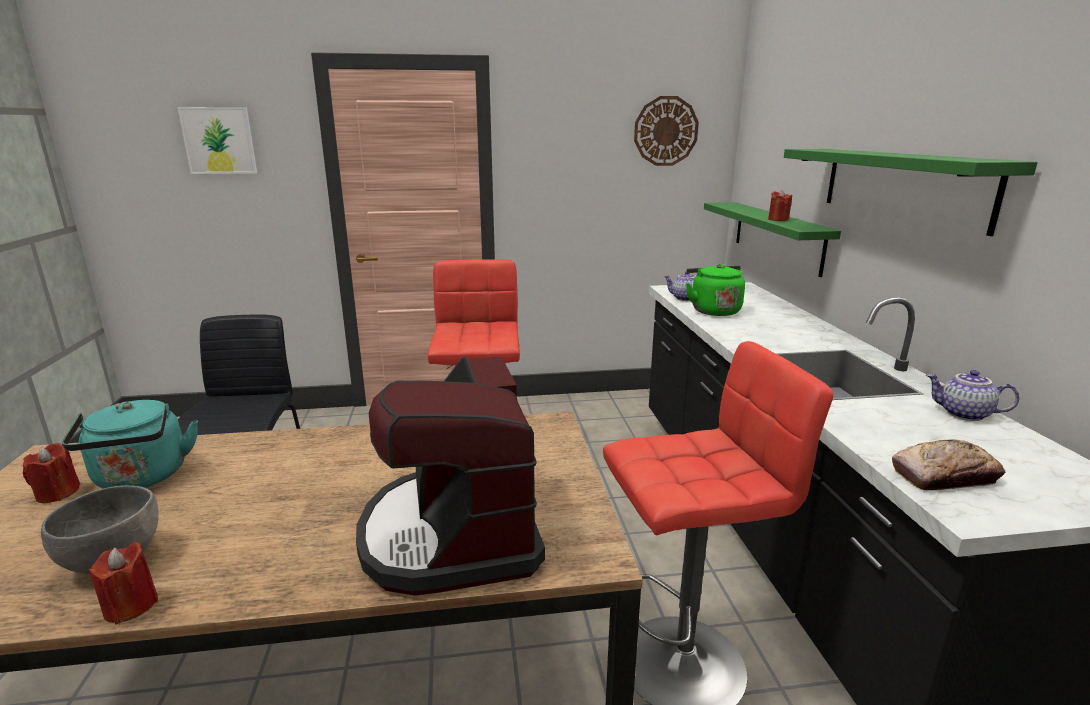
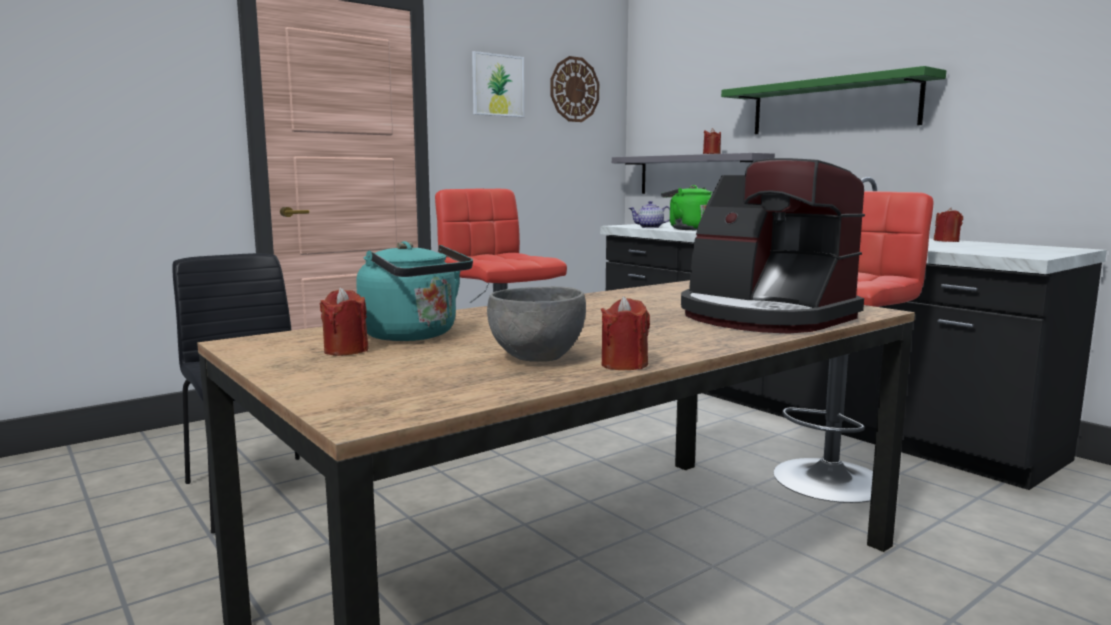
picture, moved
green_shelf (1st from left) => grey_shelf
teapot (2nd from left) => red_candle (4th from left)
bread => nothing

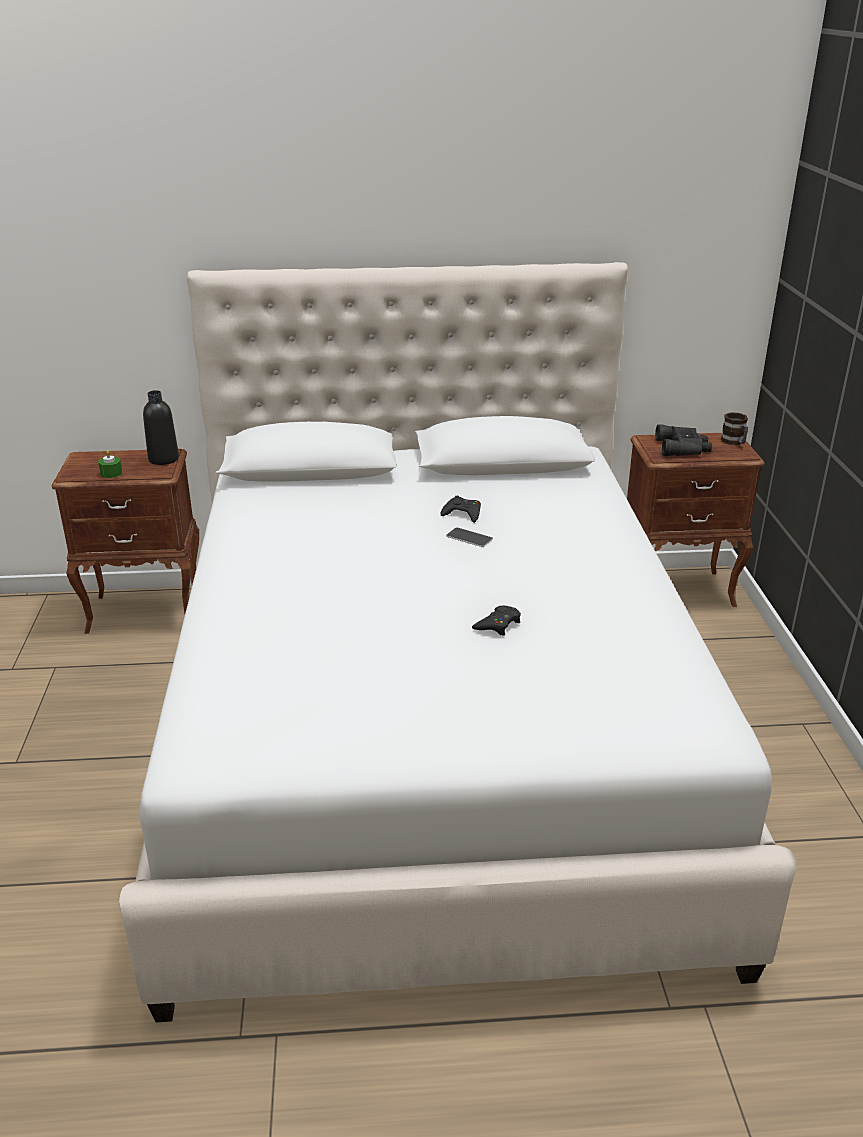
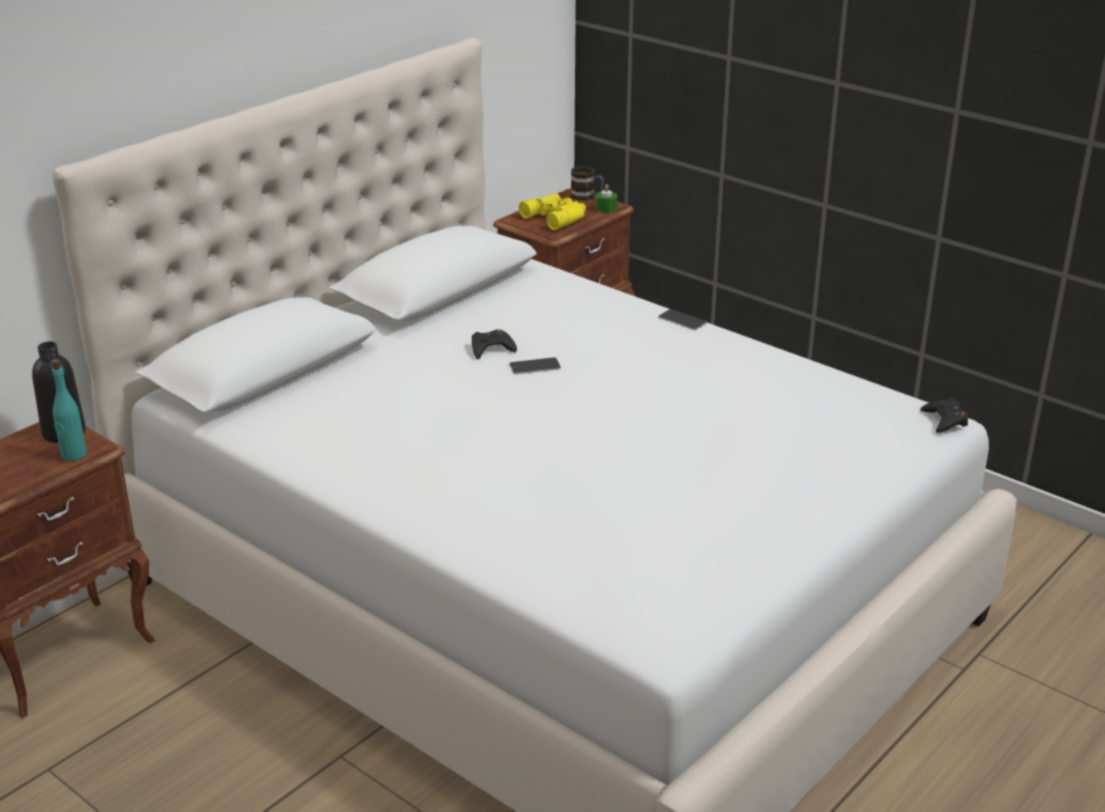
nothing => turquoise_bottle
black_binoculars => yellow_binoculars
green_candle, moved
nothing => phone (2nd from left)
black_game_controller (2nd from left), moved

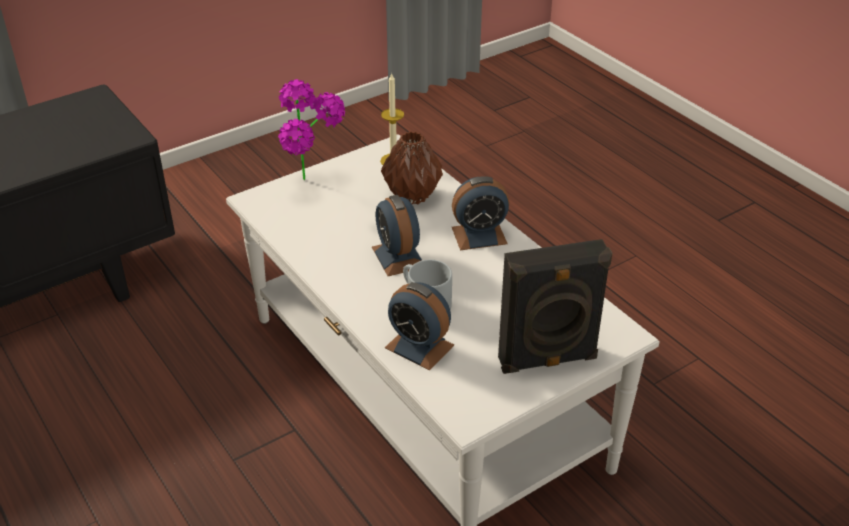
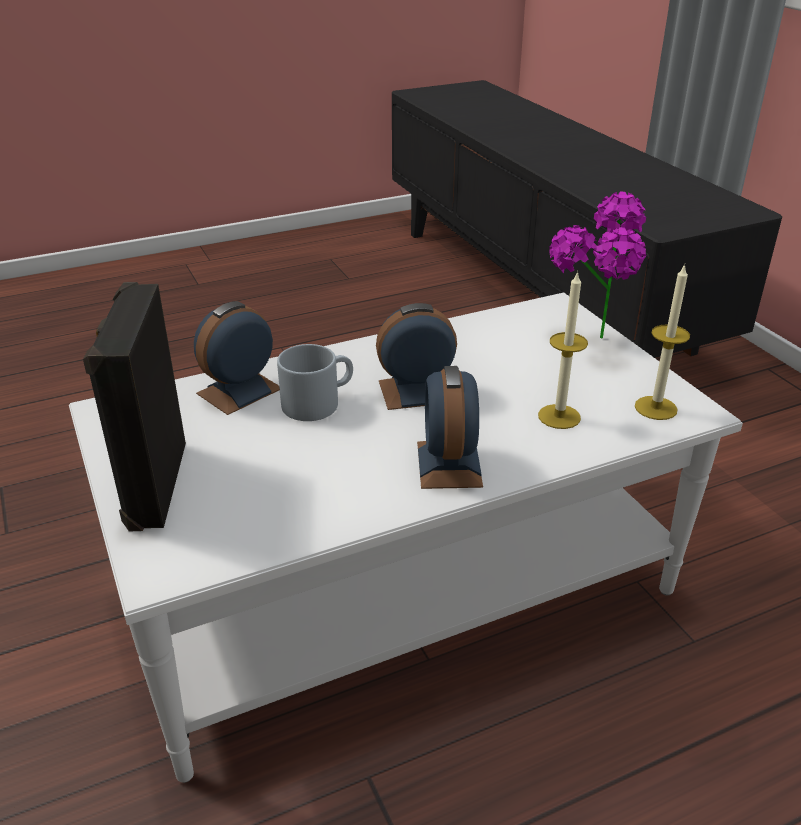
brown_vase => candle (1st from left)

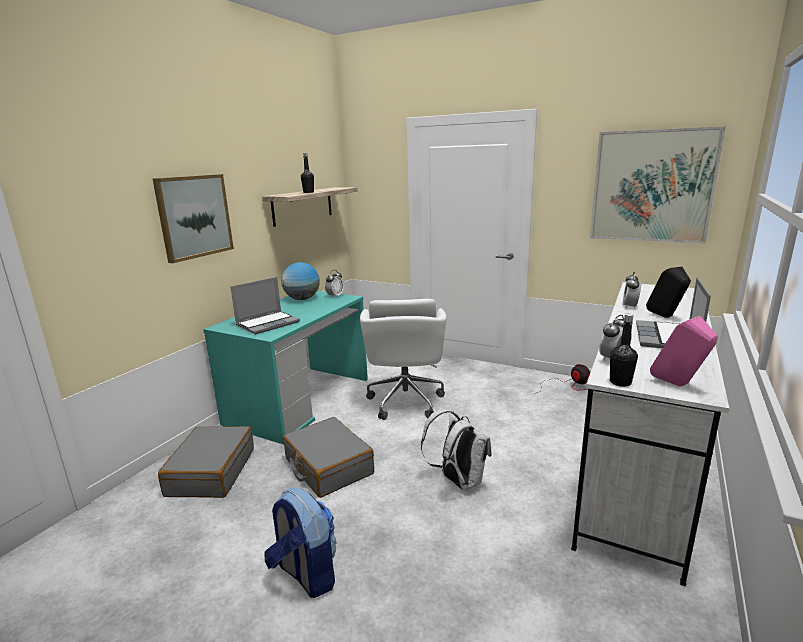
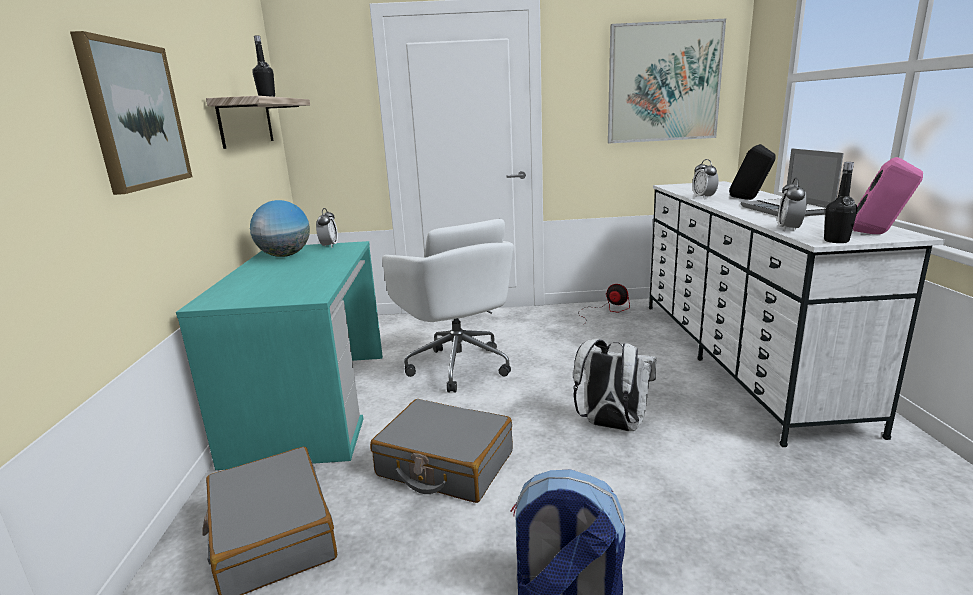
laptop (1st from left) => nothing

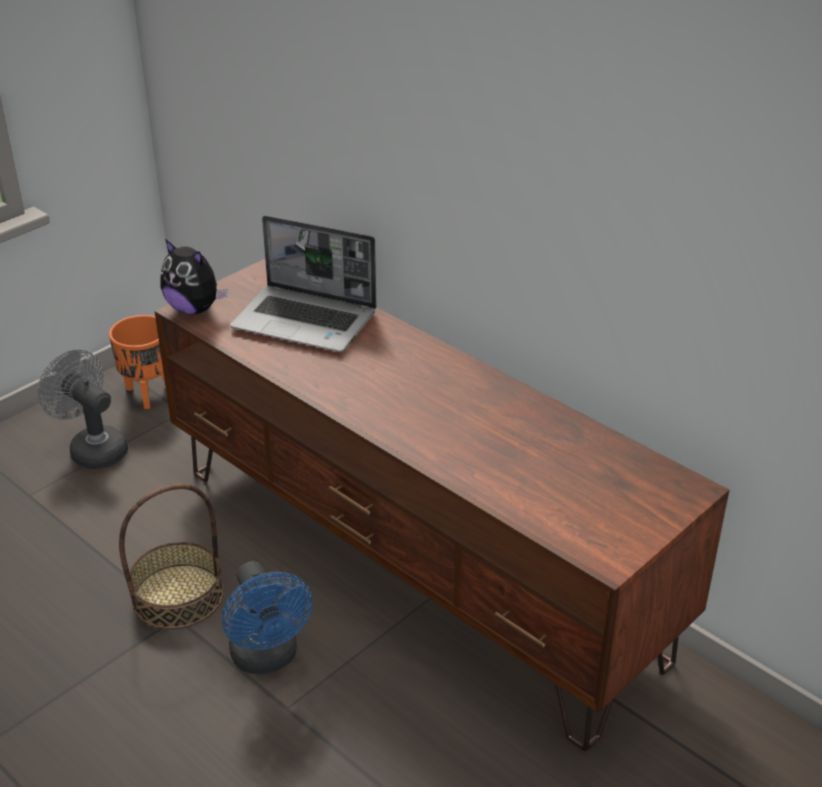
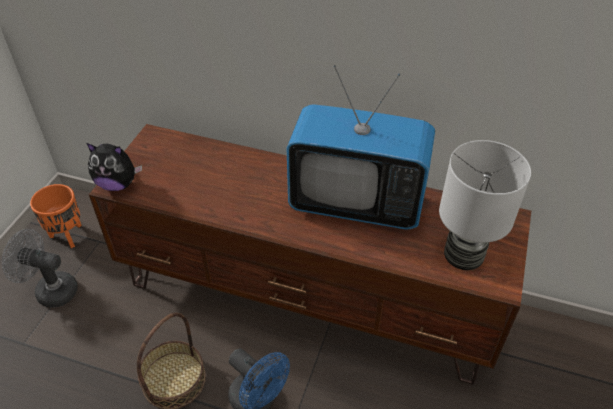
nothing => television
nothing => grey_table_lamp
laptop => nothing

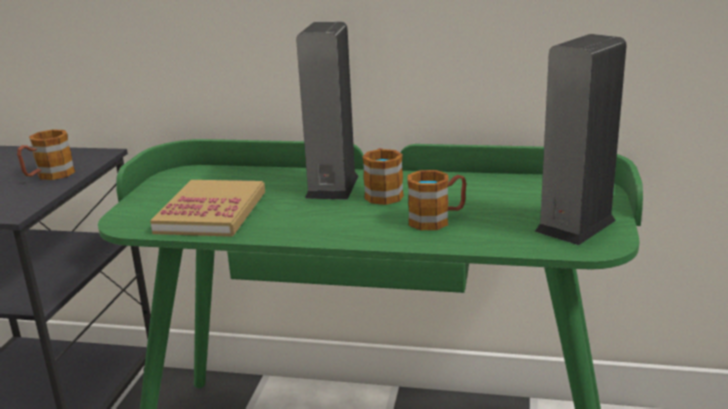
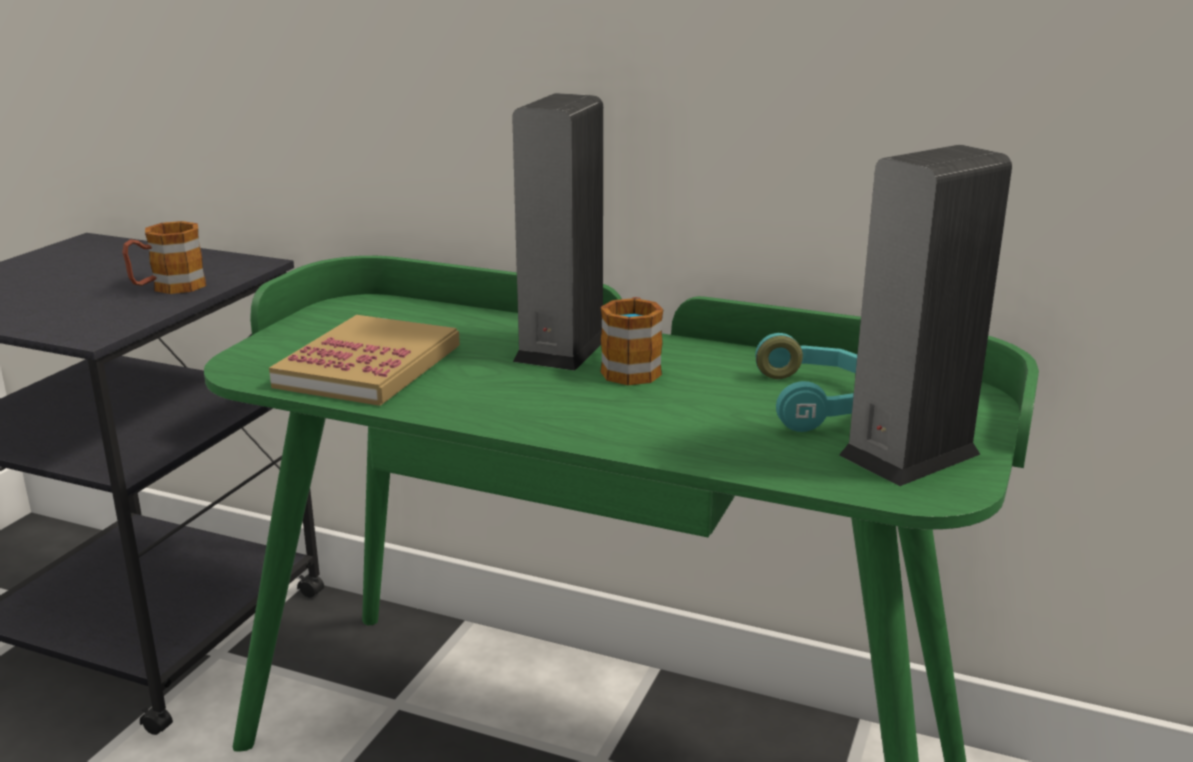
nothing => turquoise_headphones
mug (3rd from left) => nothing

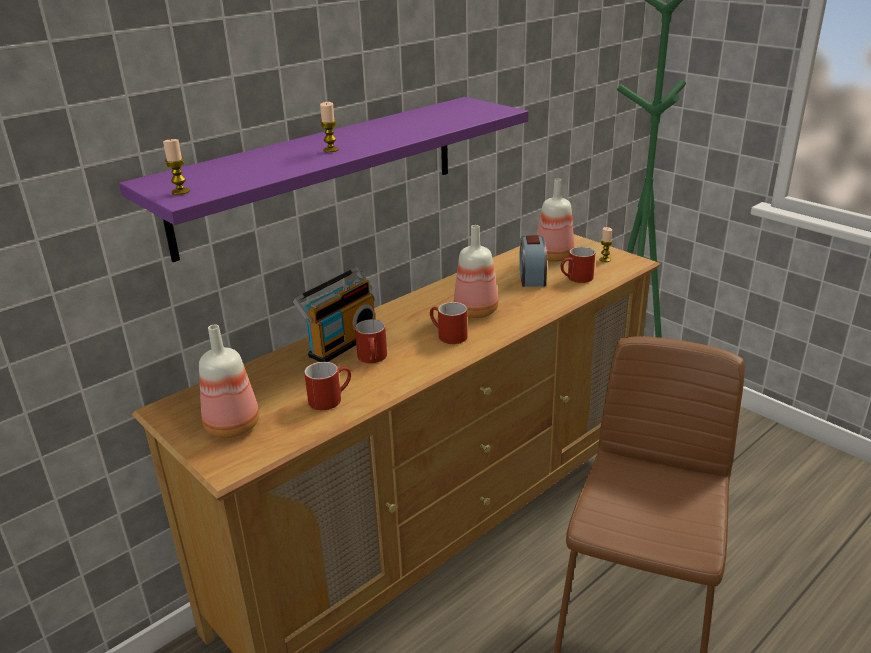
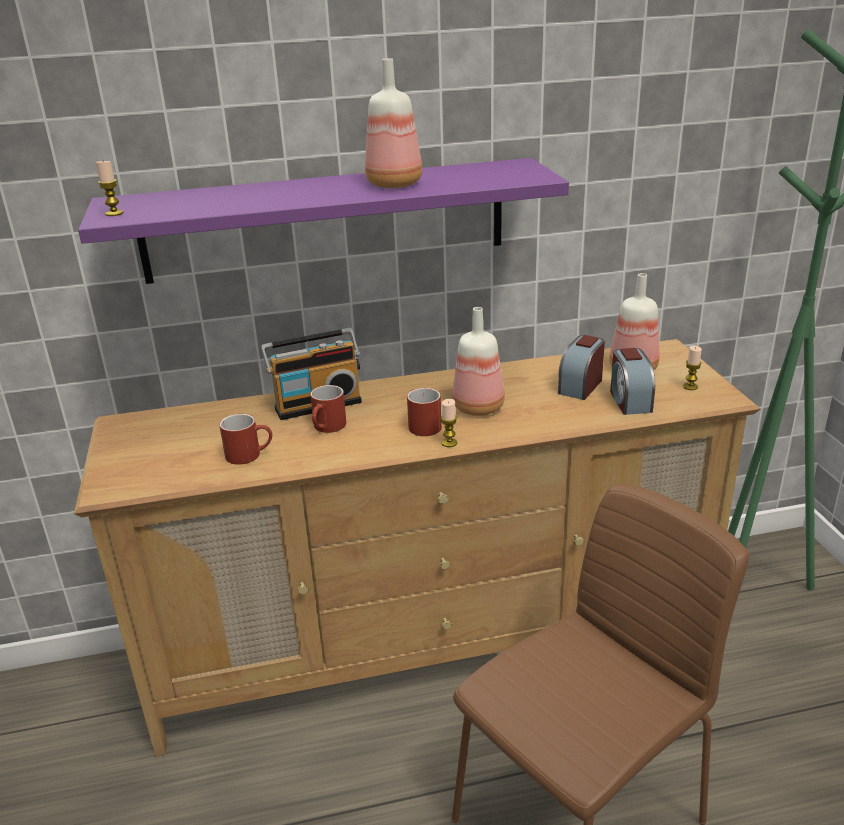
bottle (1st from left), moved
candle (2nd from left), moved
red_mug (4th from left) => alarm_clock (2nd from left)

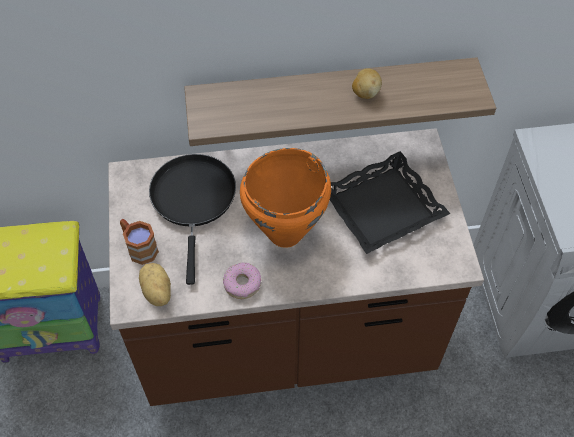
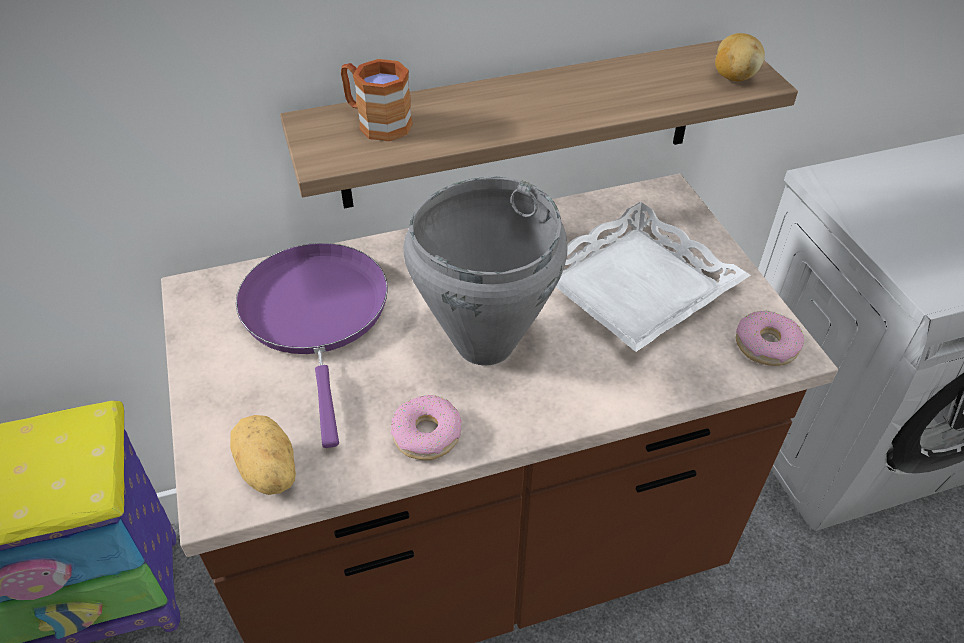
black_frying_pan => purple_frying_pan
brown_mug, moved
orange_cooking_pot => grey_cooking_pot
black_tray => white_tray
potato (2nd from left), moved
nothing => donut (2nd from left)

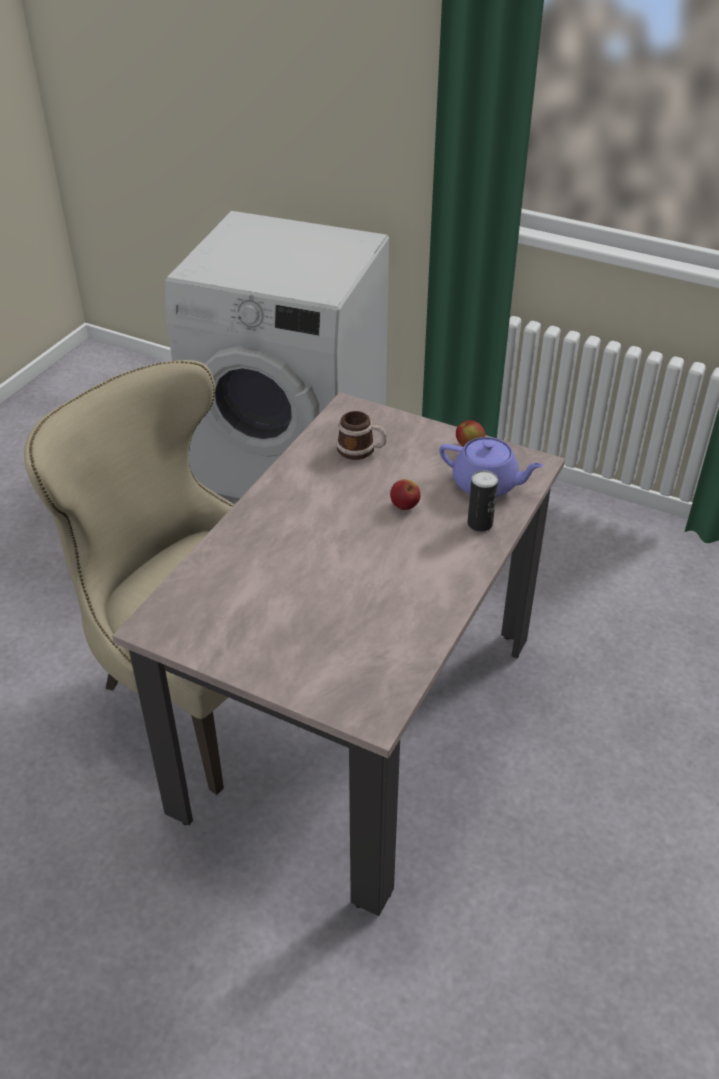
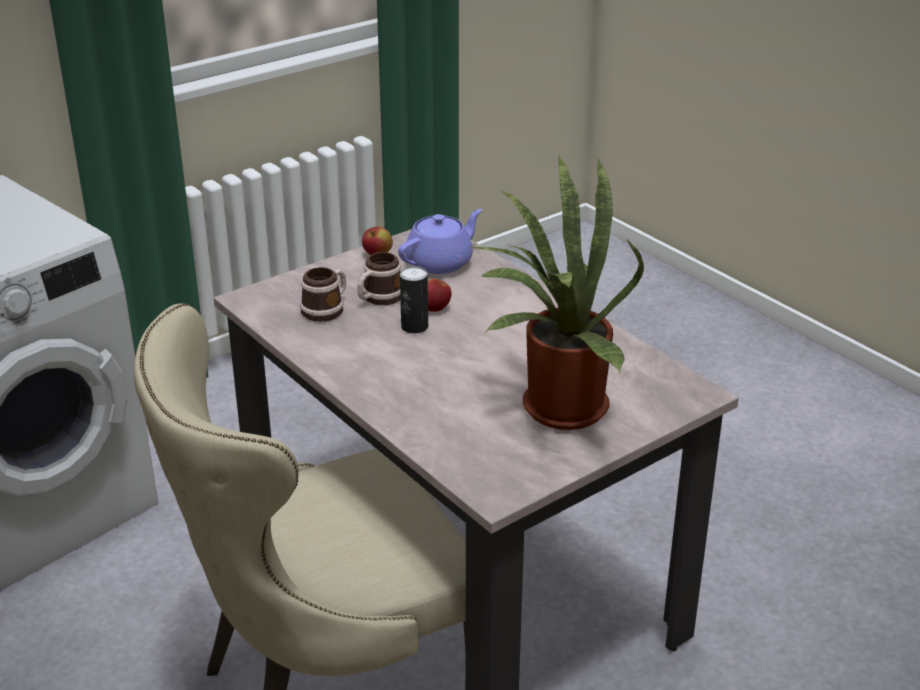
nothing => mug (2nd from left)
can, moved
nothing => potted_plant

